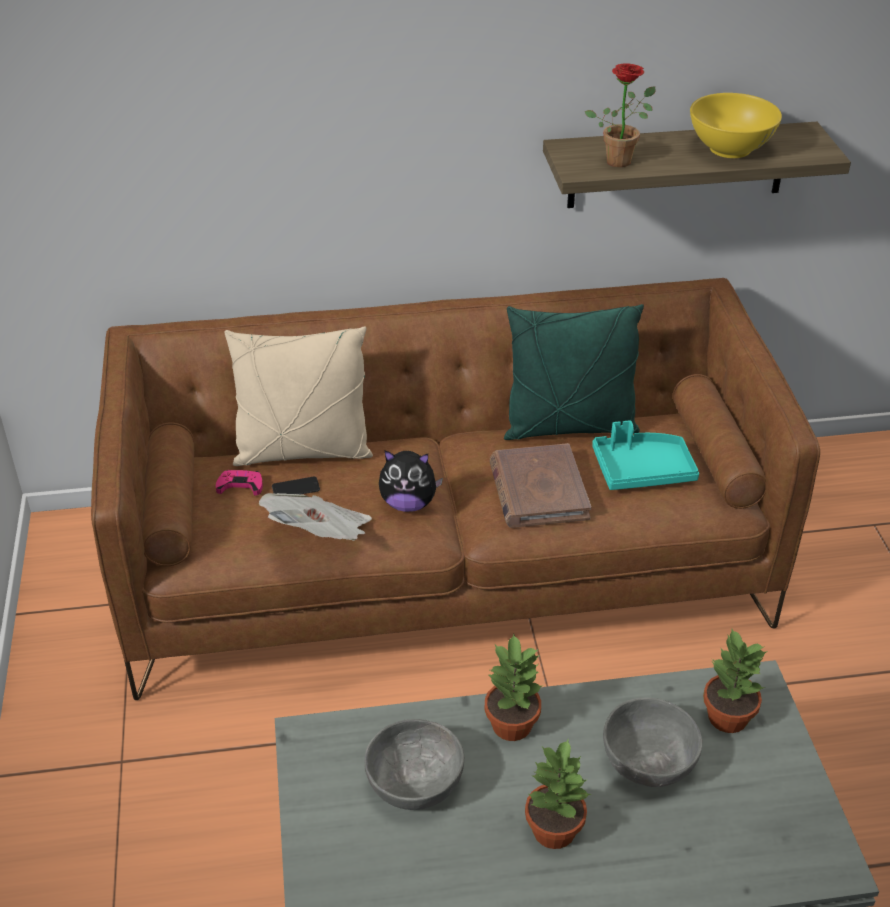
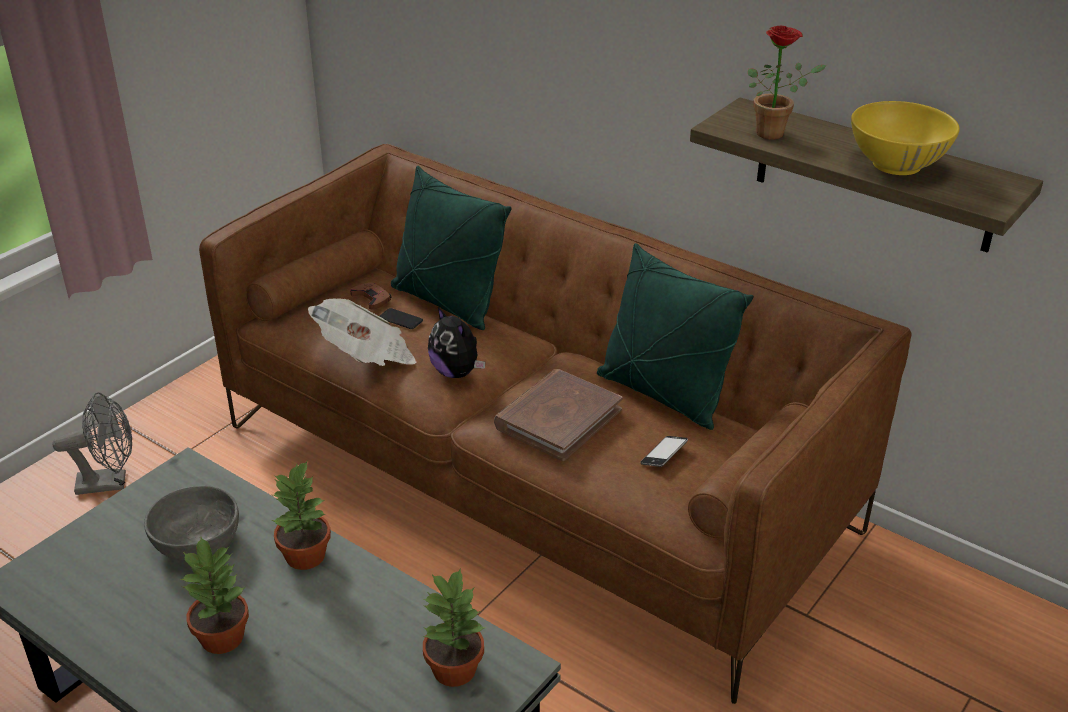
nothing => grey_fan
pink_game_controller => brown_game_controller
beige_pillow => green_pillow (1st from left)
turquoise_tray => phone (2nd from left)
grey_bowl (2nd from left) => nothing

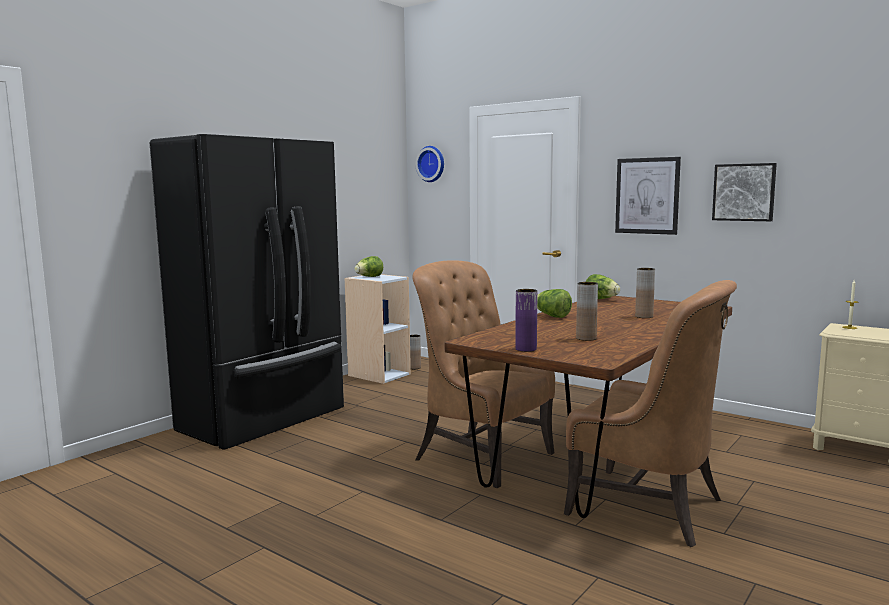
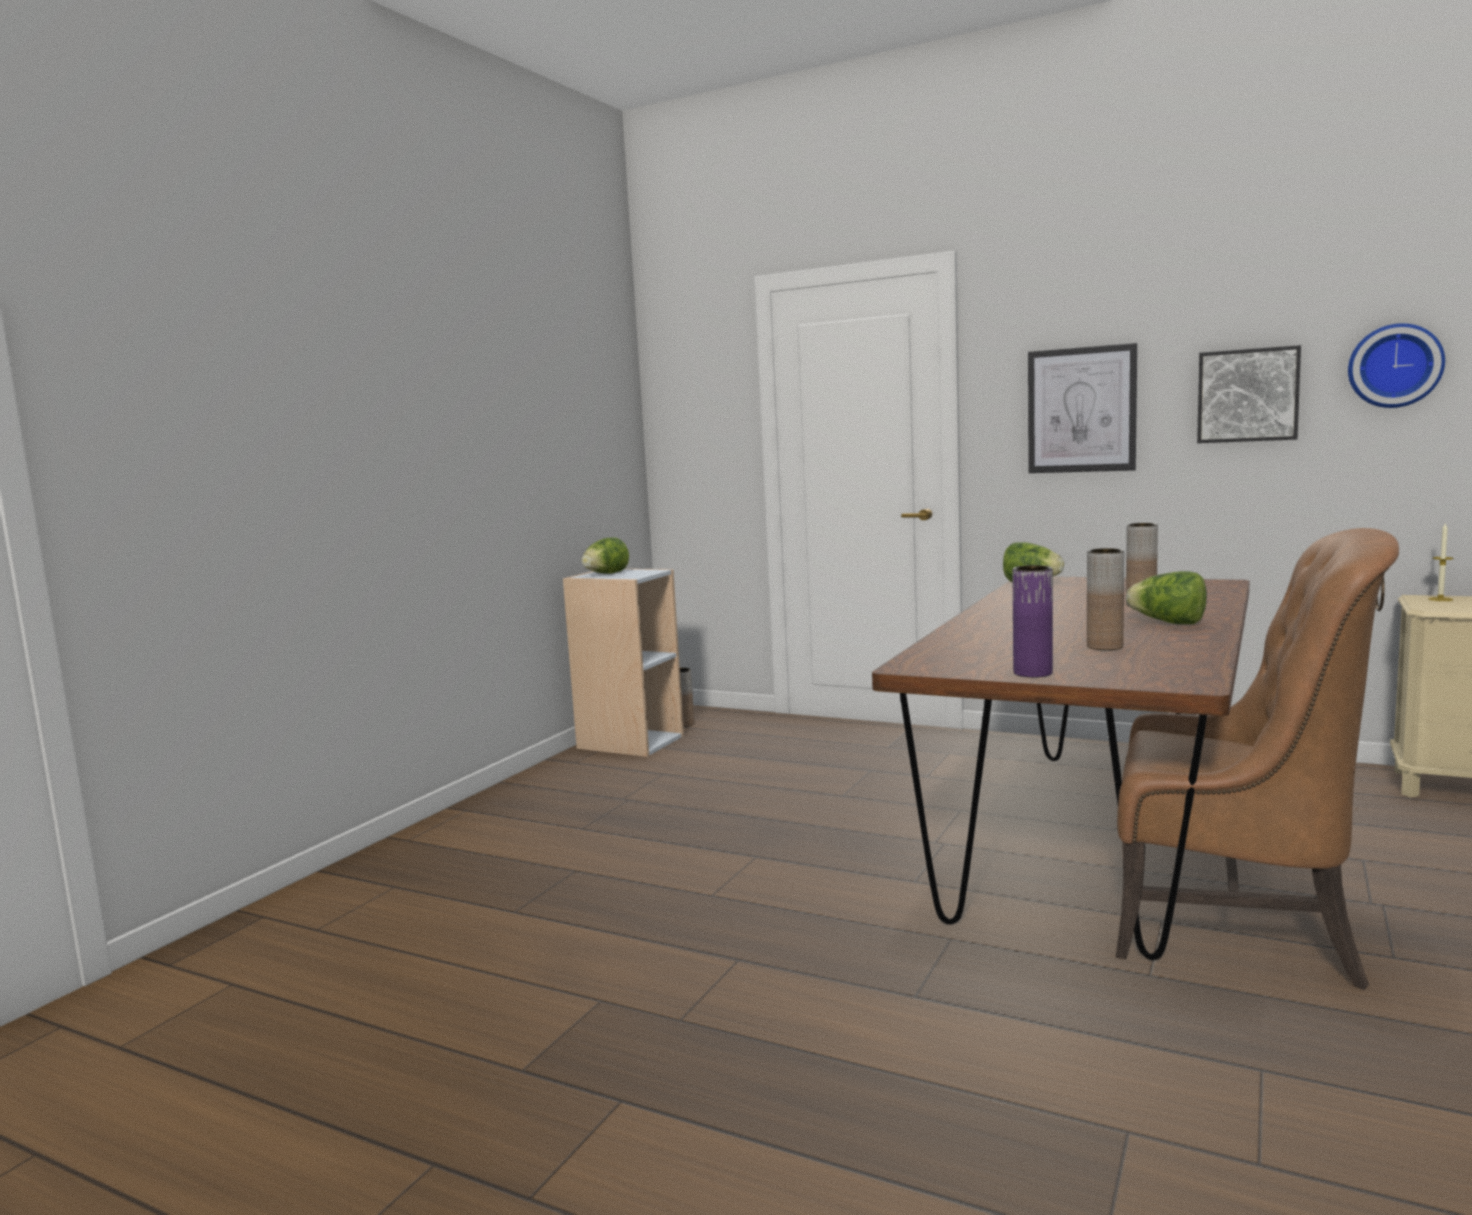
lettuce (2nd from left in the first image) => lettuce (3rd from left), moved
wall_clock, moved
black_fridge => nothing
brown_chair (1st from left) => nothing

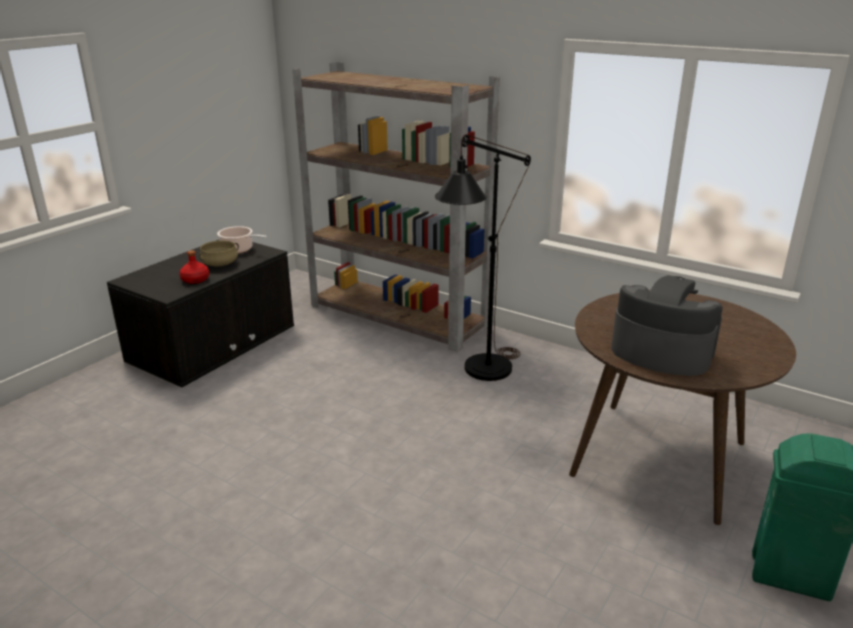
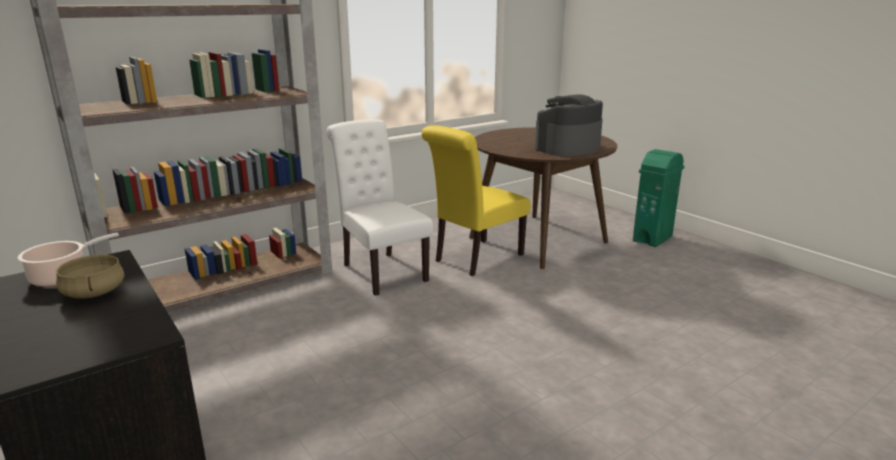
black_floor_lamp => white_chair
nothing => yellow_chair
red_bottle => nothing

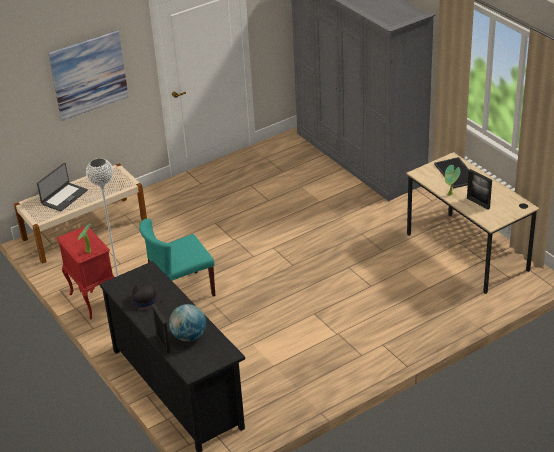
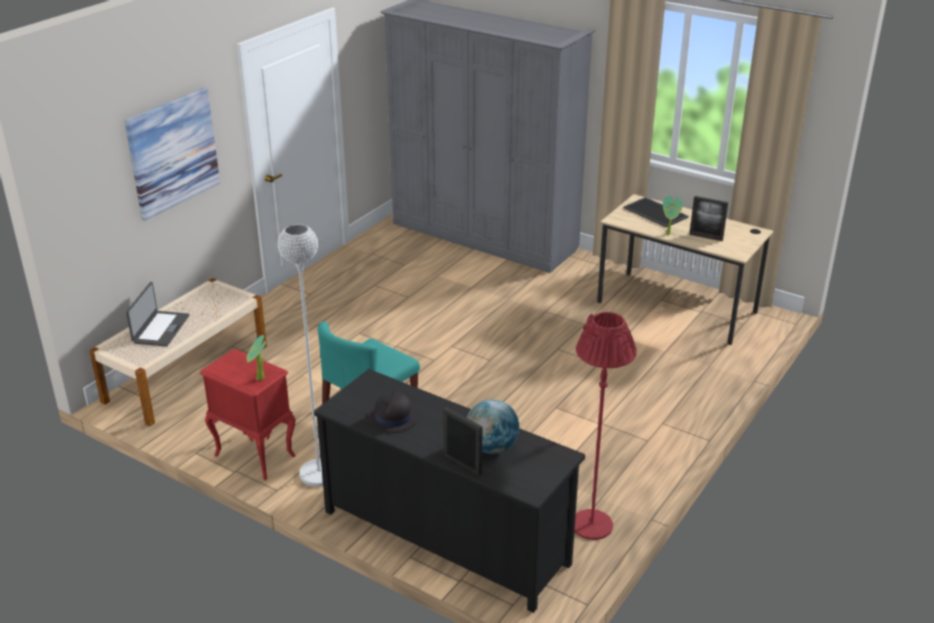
nothing => red_floor_lamp

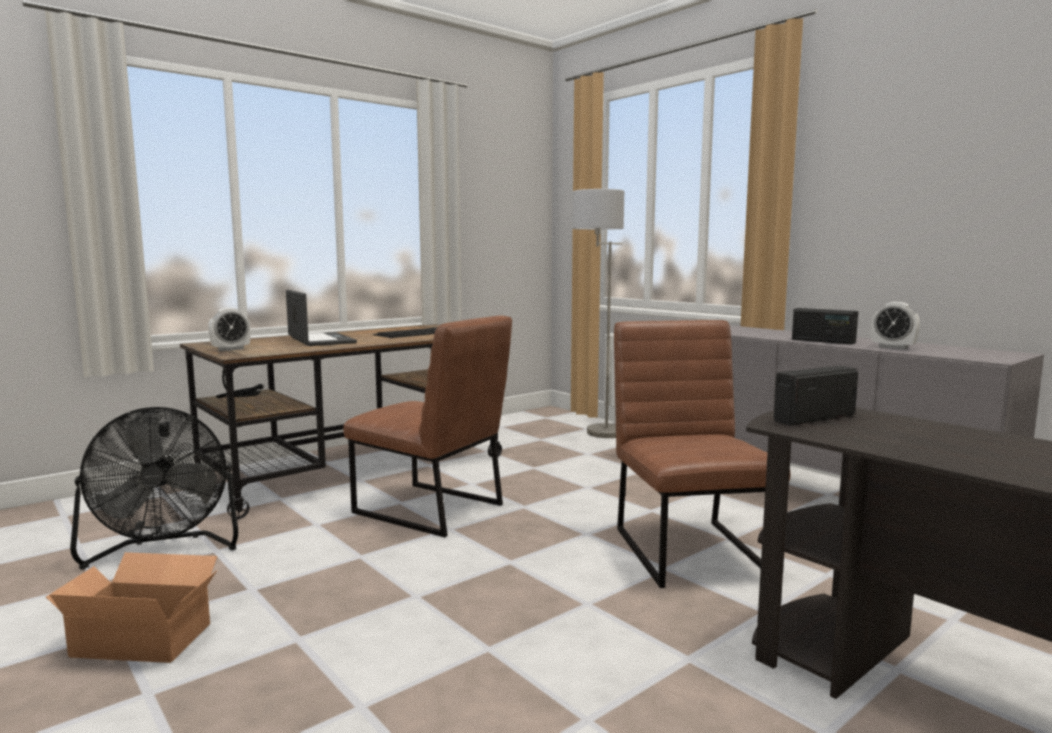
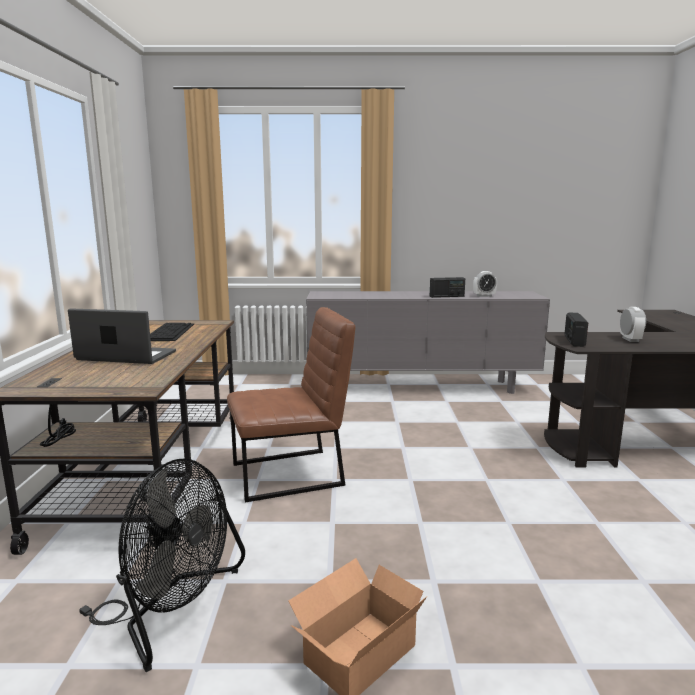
alarm_clock (1st from left in the first image) => alarm_clock (2nd from left), moved
grey_floor_lamp => nothing
brown_chair (2nd from left) => nothing

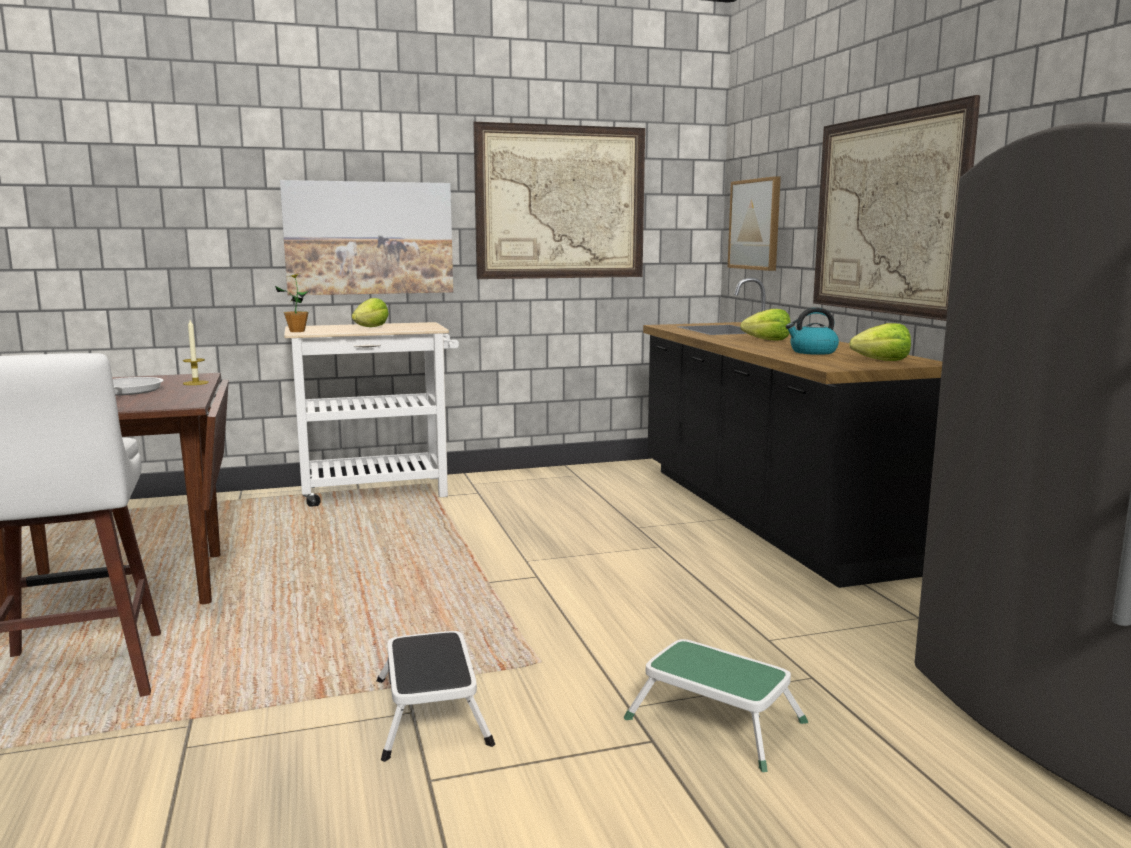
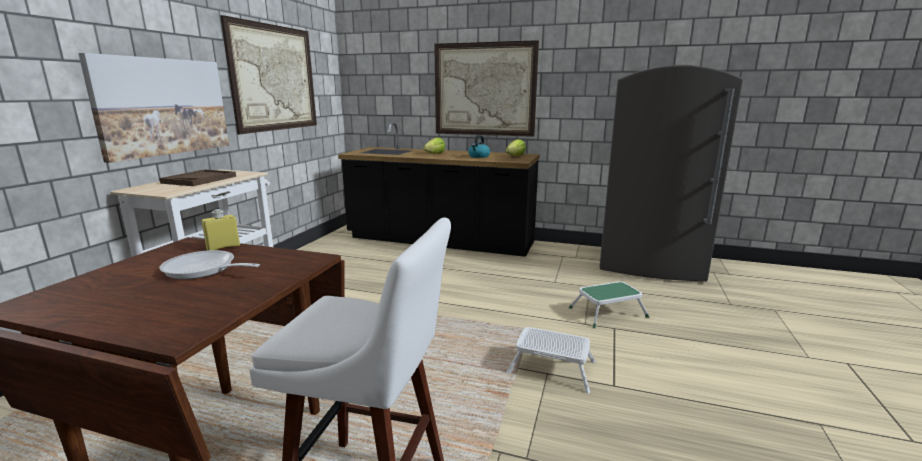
lettuce (1st from left) => brown_tray
candle => yellow_bottle
black_step_ladder => white_step_ladder
potted_plant => nothing
picture (3rd from left) => nothing

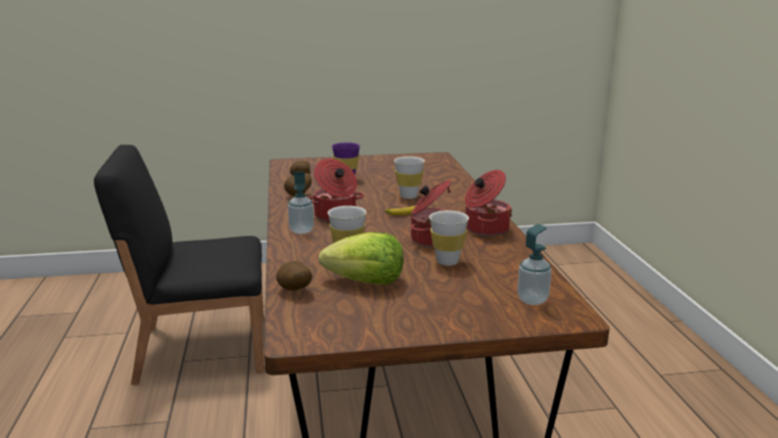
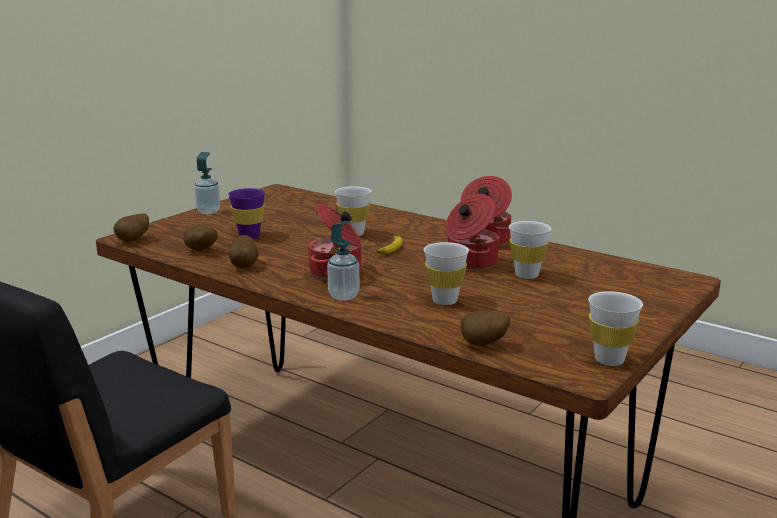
nothing => potato (1st from left)
soap_dispenser (2nd from left in the first image) => soap_dispenser (1st from left), moved
nothing => white_cup (4th from left)
lettuce => nothing

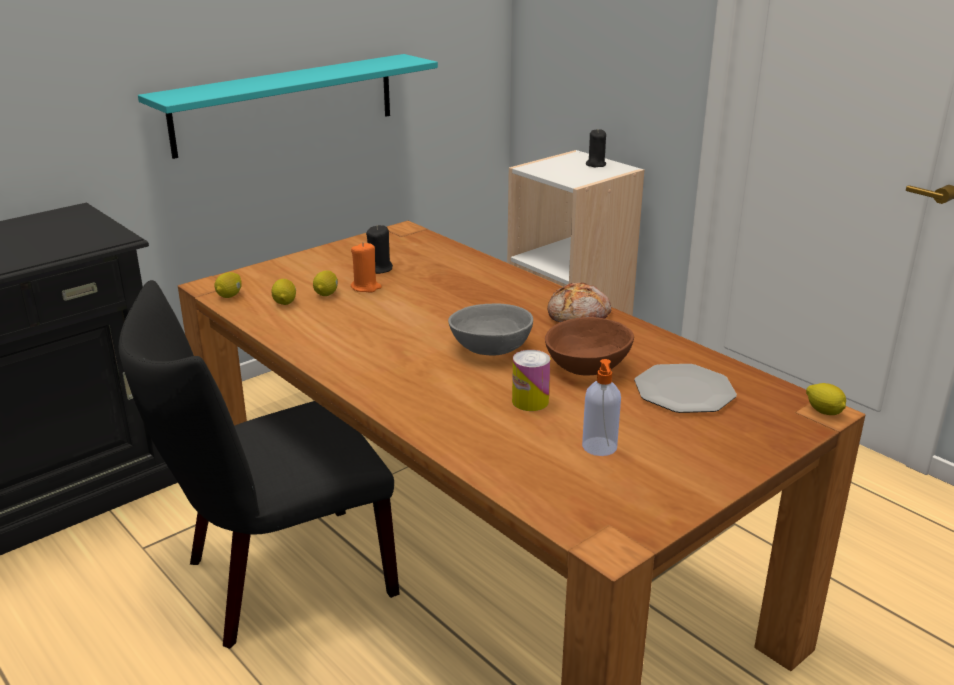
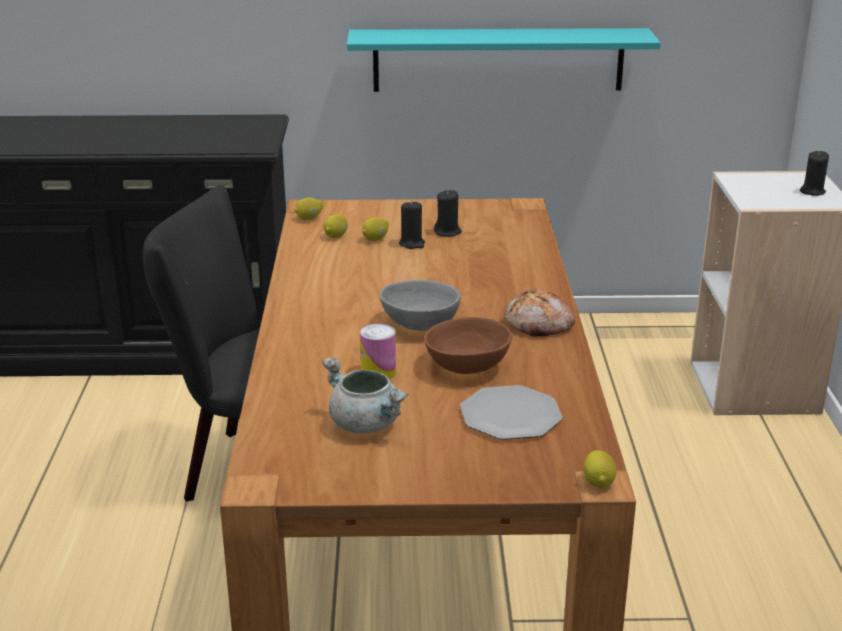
soap_dispenser => grey_cooking_pot
orange_candle => black_candle (1st from left)

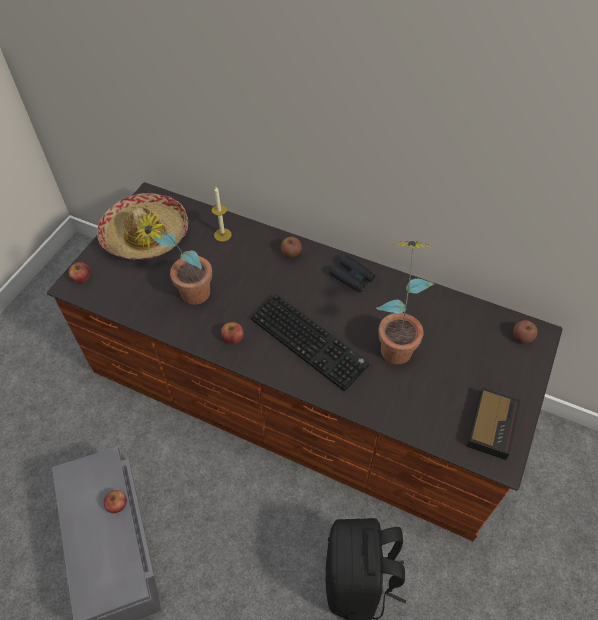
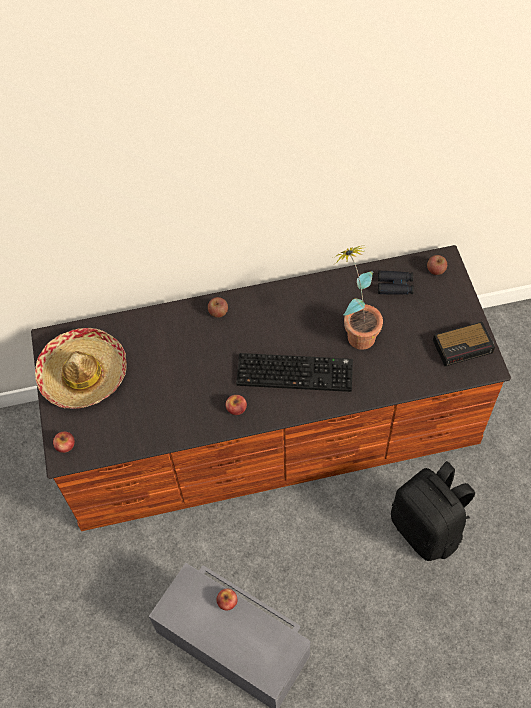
black_binoculars, moved
alarm_clock, 90 degrees clockwise
potted_plant (1st from left) => nothing
candle => nothing

